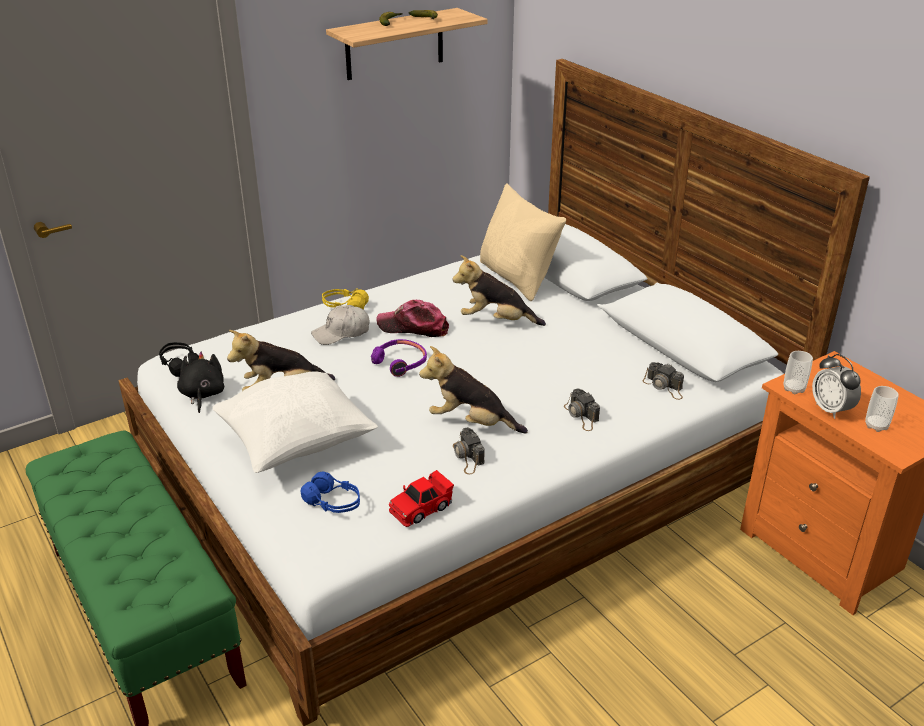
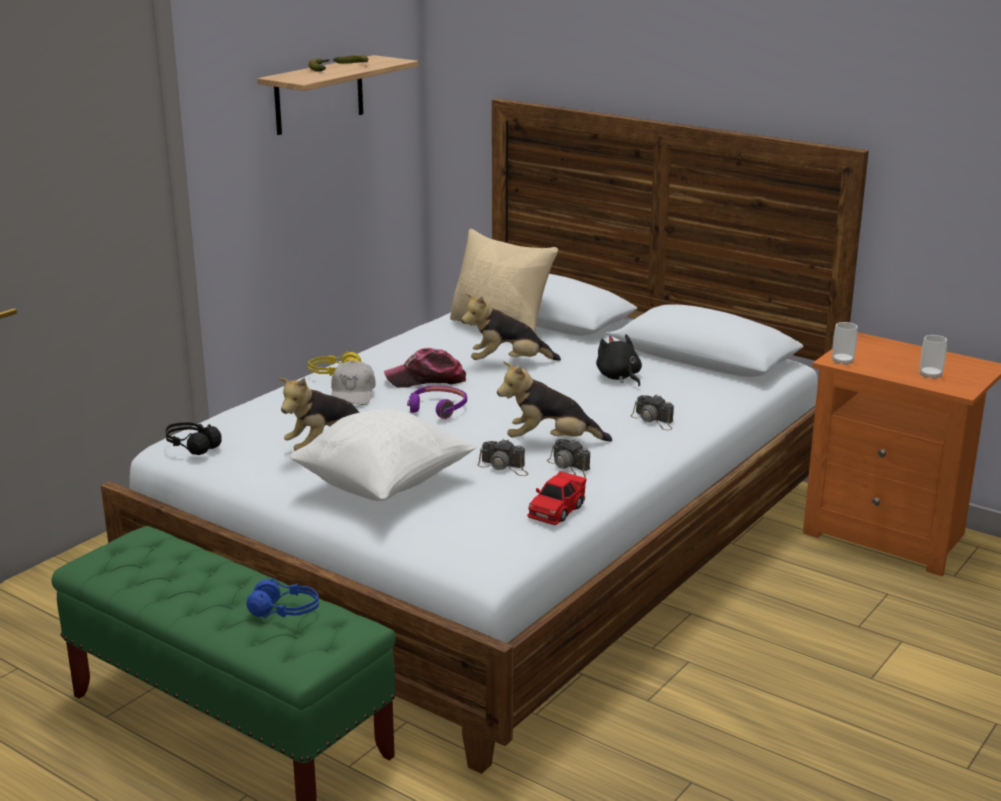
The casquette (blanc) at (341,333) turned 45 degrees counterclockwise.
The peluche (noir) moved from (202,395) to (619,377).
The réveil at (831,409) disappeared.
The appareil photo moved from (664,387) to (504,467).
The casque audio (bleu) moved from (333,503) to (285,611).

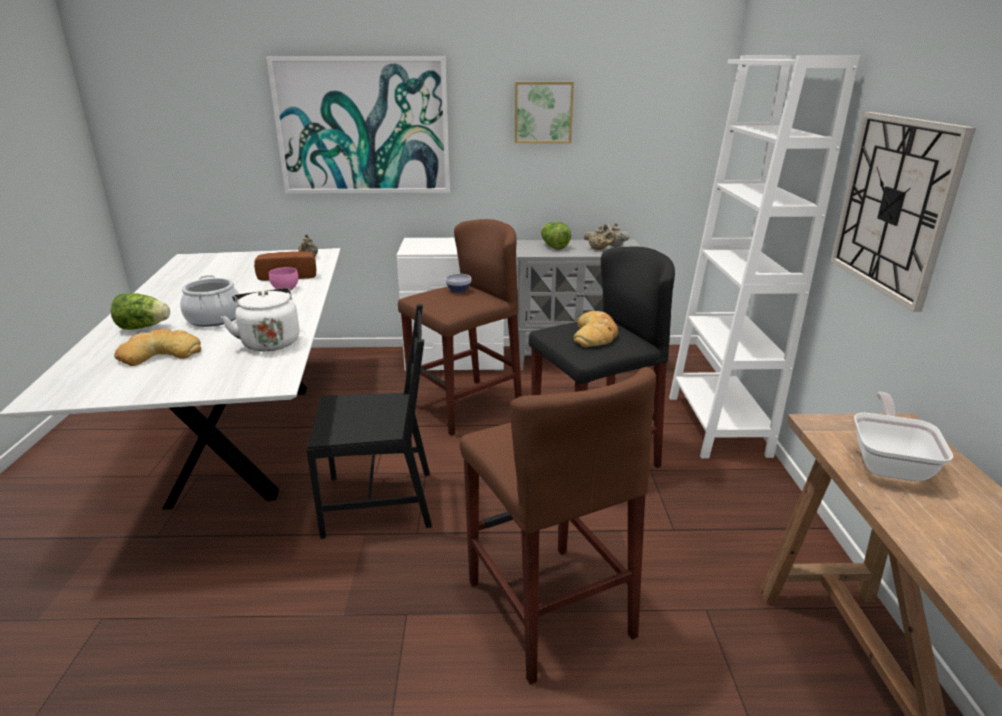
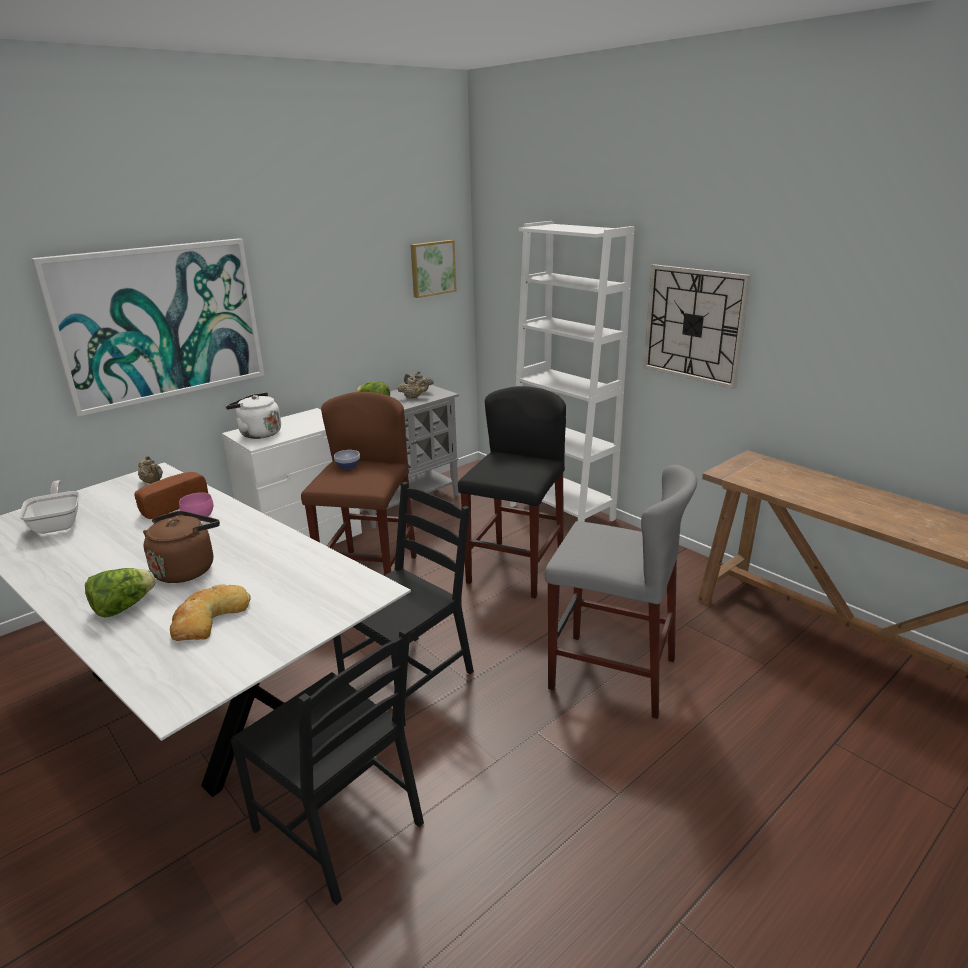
The tableau moved from (543,112) to (432,268).
The marmite at (214,318) was replaced by the bouilloire (marron) at (187,569).
The bouilloire (blanc) moved from (269,342) to (258,433).
The pain at (595,335) disappeared.
The tabouret (marron) at (548,608) became the tabouret (gris) at (612,674).
The poêle moved from (889,463) to (58,523).
The chaise (noir) at (341,825) appeared.

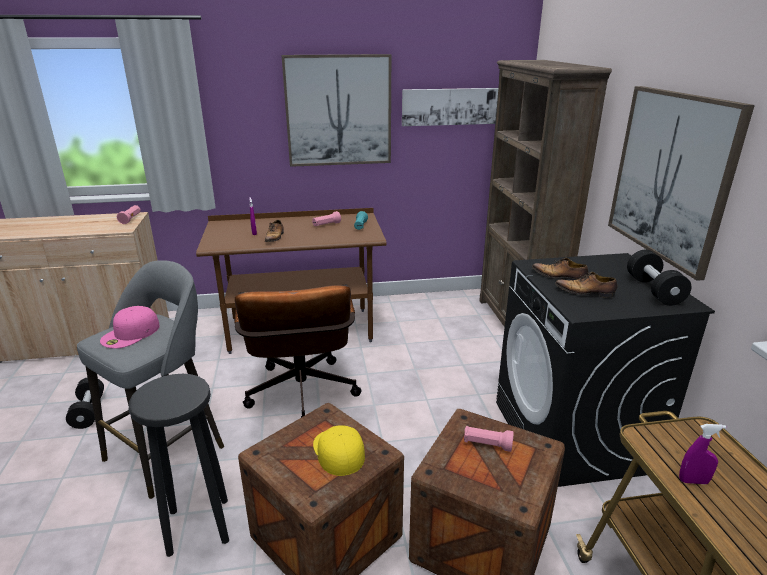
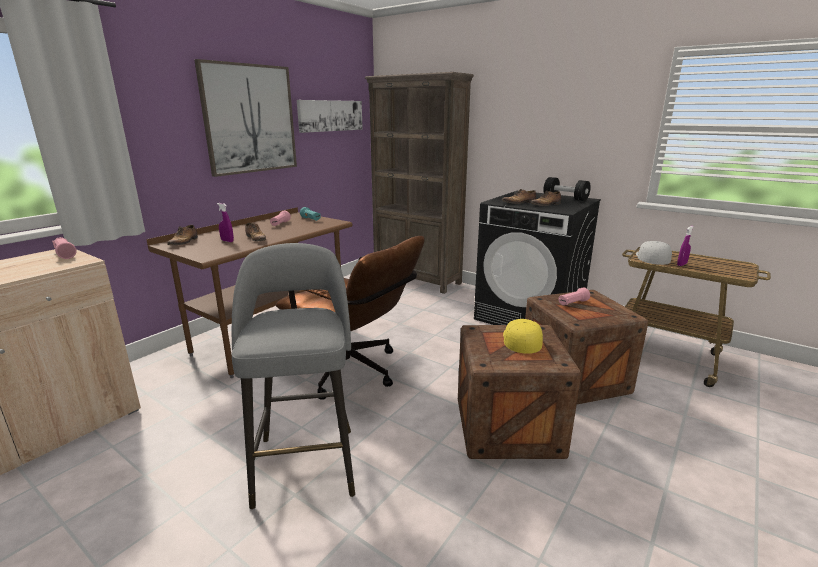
The tableau at (670,176) disappeared.
The casquette (rose) at (131,333) disappeared.
The tabouret (noir) at (198,526) disappeared.
The haltère (noir) at (88,412) disappeared.
The casquette (jaune) at (338,450) turned 75 degrees clockwise.
The chaussure at (184,242) appeared.
The casquette (blanc) at (652,257) appeared.

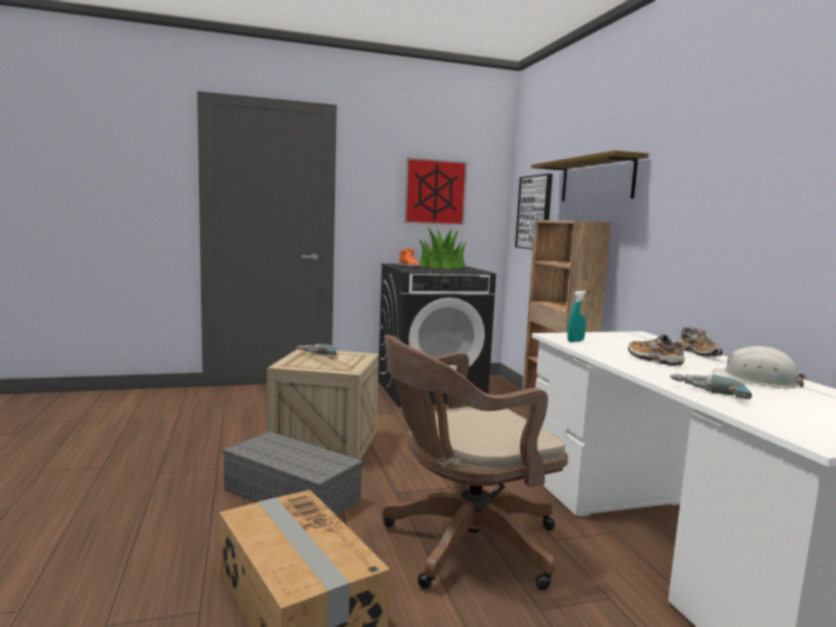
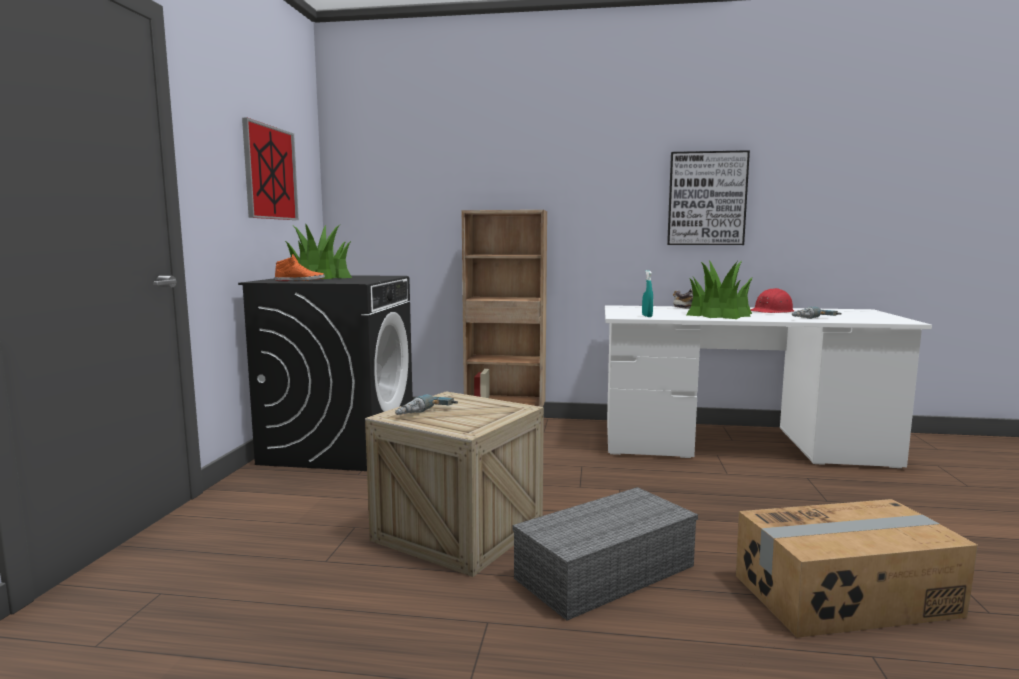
The étagère at (596,180) disappeared.
The tableau moved from (535,212) to (706,199).
The chaussure at (654,361) was replaced by the plante en pot at (719,314).
The chaise de bureau (marron) at (463,544) disappeared.
The casque de chantier (blanc) at (755,380) became the casque de chantier (rouge) at (772,311).

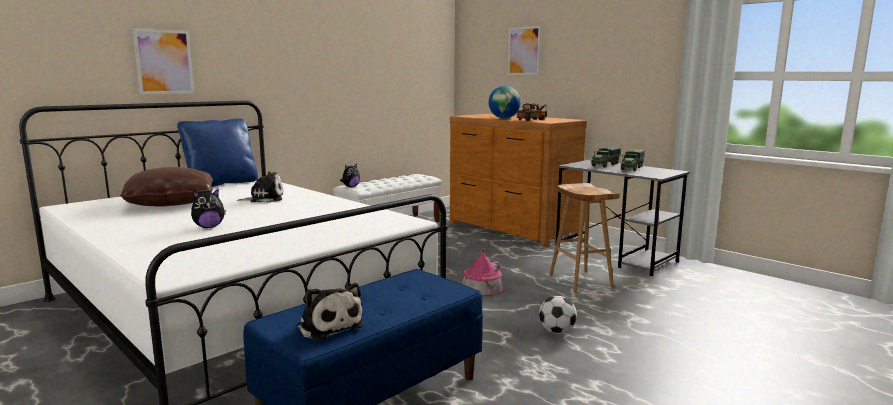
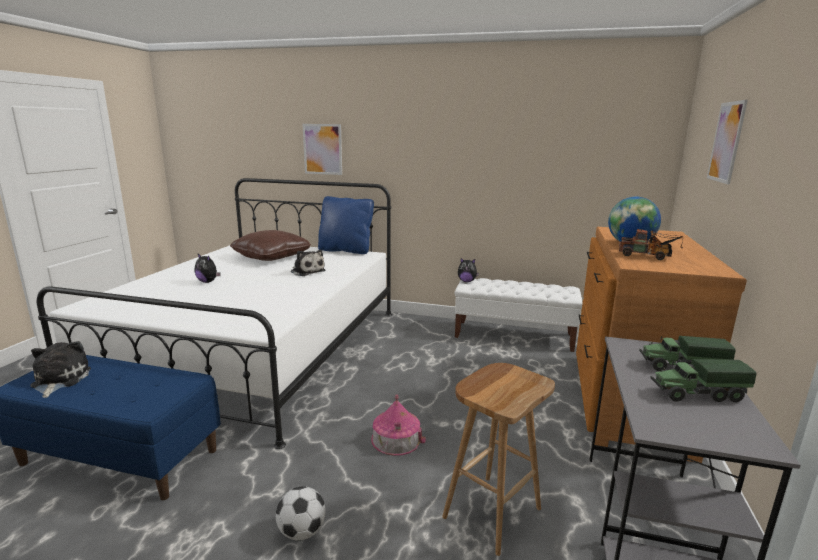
The peluche at (329,325) turned 150 degrees clockwise.

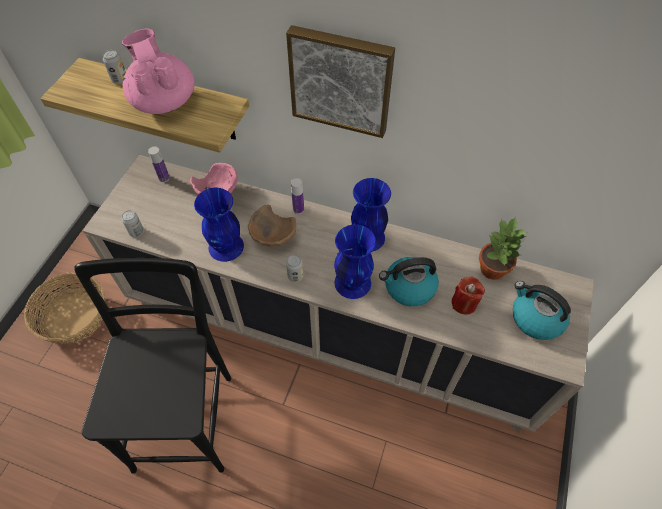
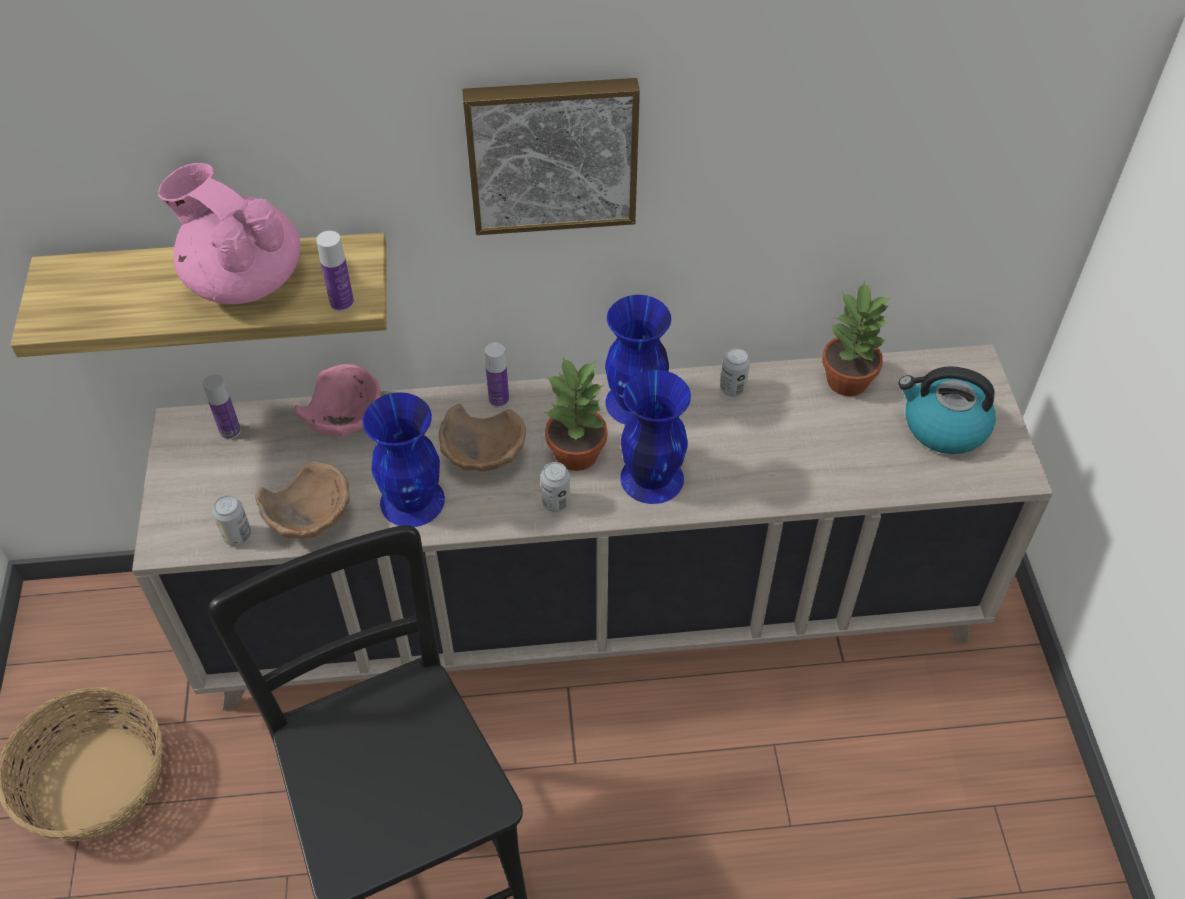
The boîte métallique moved from (120,80) to (732,388).
The bouilloire at (408,288) disappeared.
The bougie (rouge) at (464,303) disappeared.
The bouteille at (342,303) appeared.
The plante en pot at (577,452) appeared.
The bol (marron) at (310,521) appeared.

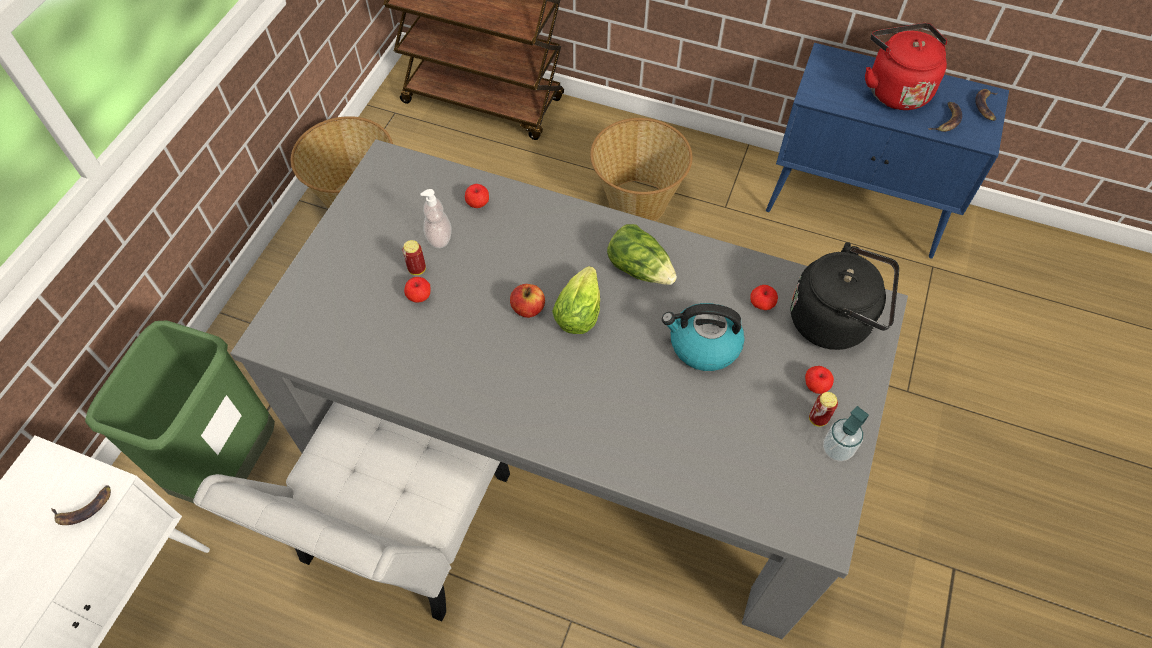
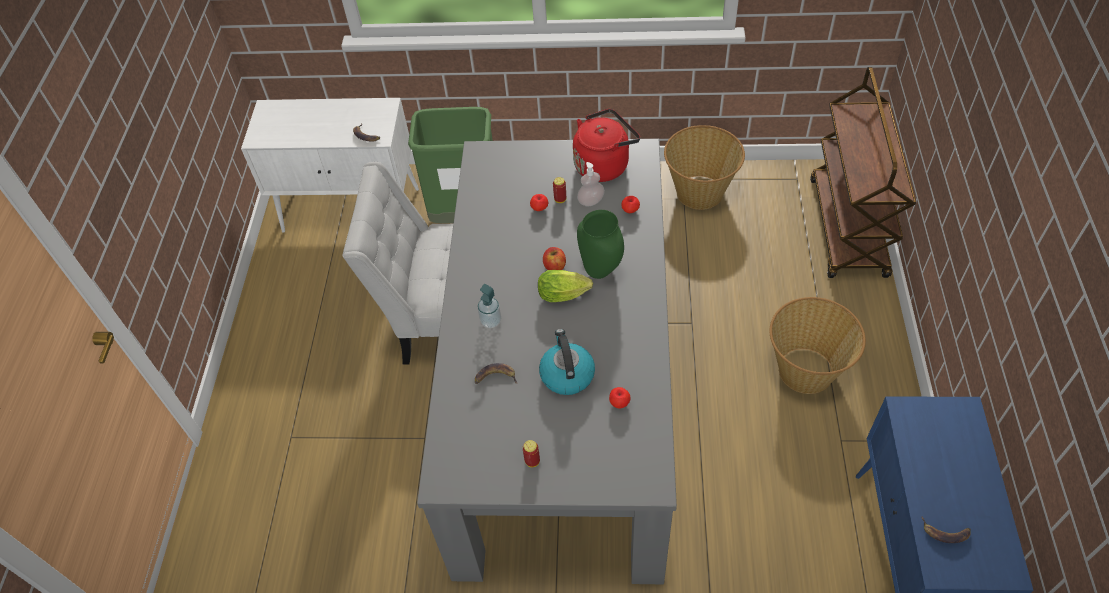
The bouilloire (rouge) moved from (895,89) to (604,164).
The banane moved from (986,107) to (495,377).
The laitue at (640,268) disappeared.
The bouilloire (noir) at (835,320) disappeared.
The pomme at (815,386) disappeared.
The distributeur de savon moved from (837,449) to (491,321).
The vase (vert) at (601,271) appeared.

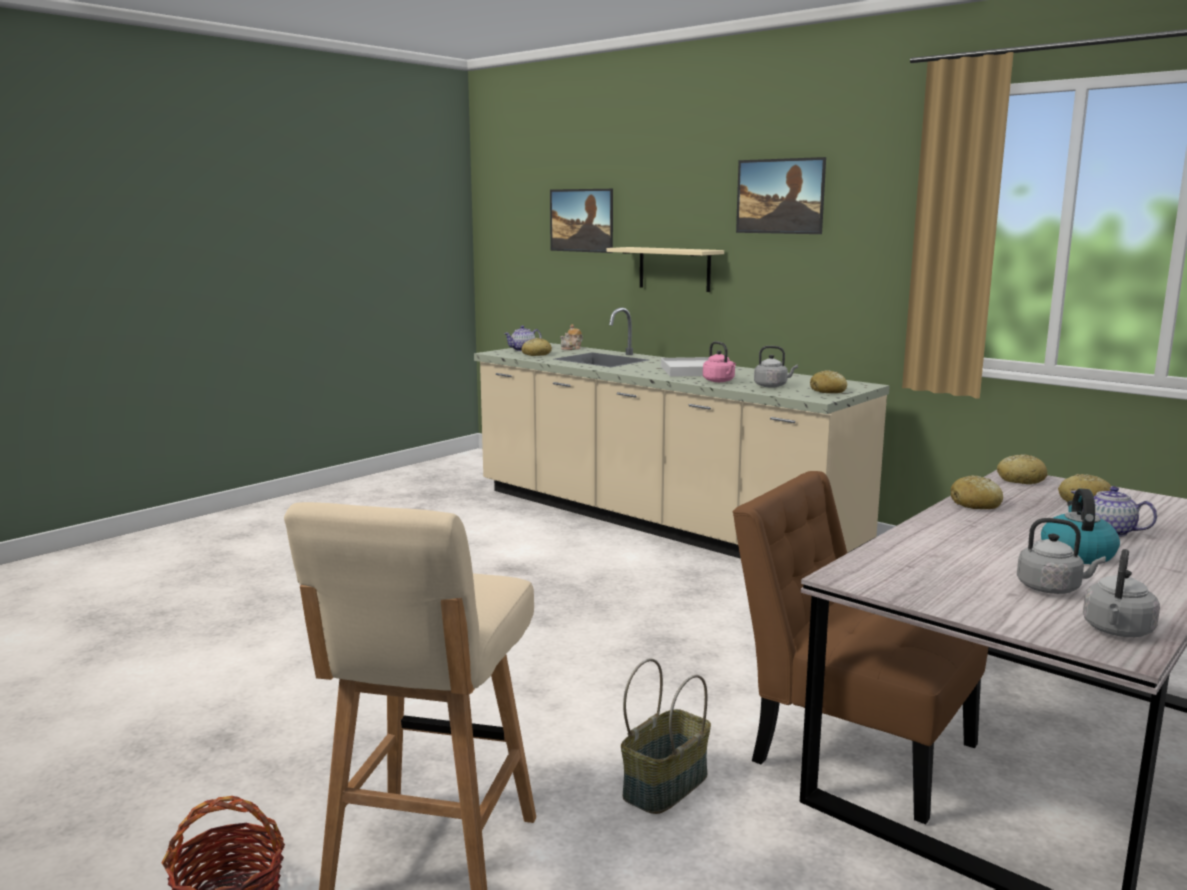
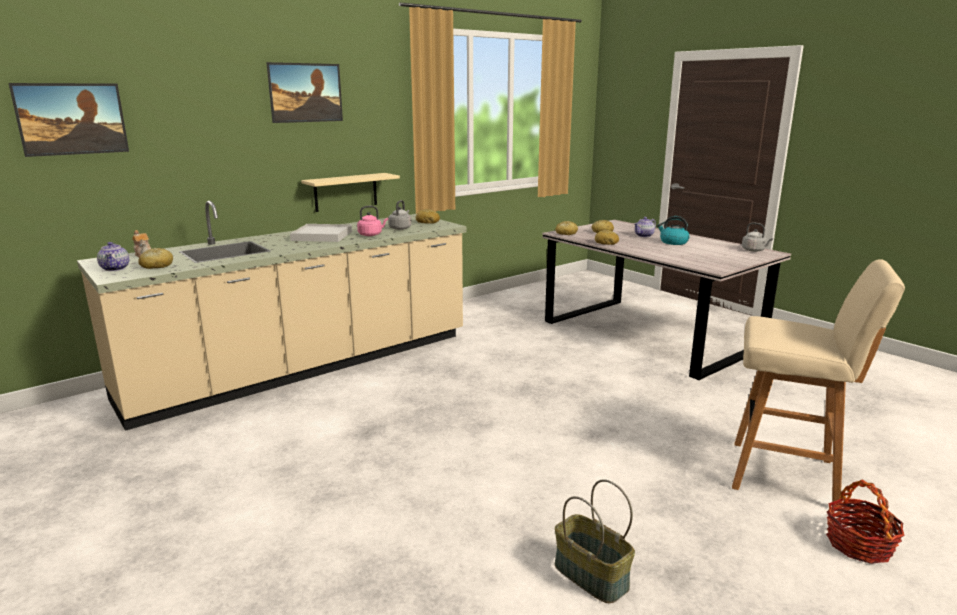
The étagère (beige) moved from (674,269) to (345,192).
The chaise (marron) at (852,748) disappeared.
The bouilloire (gris) at (1052,588) disappeared.
The panier moved from (664,785) to (589,576).

